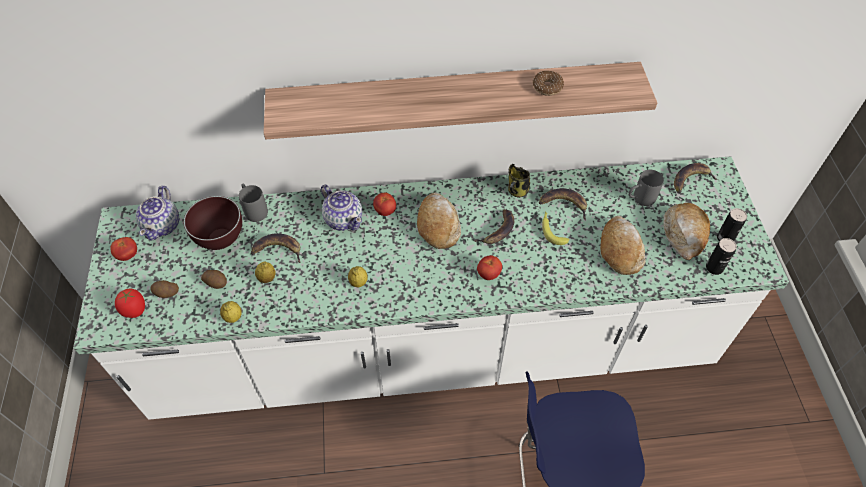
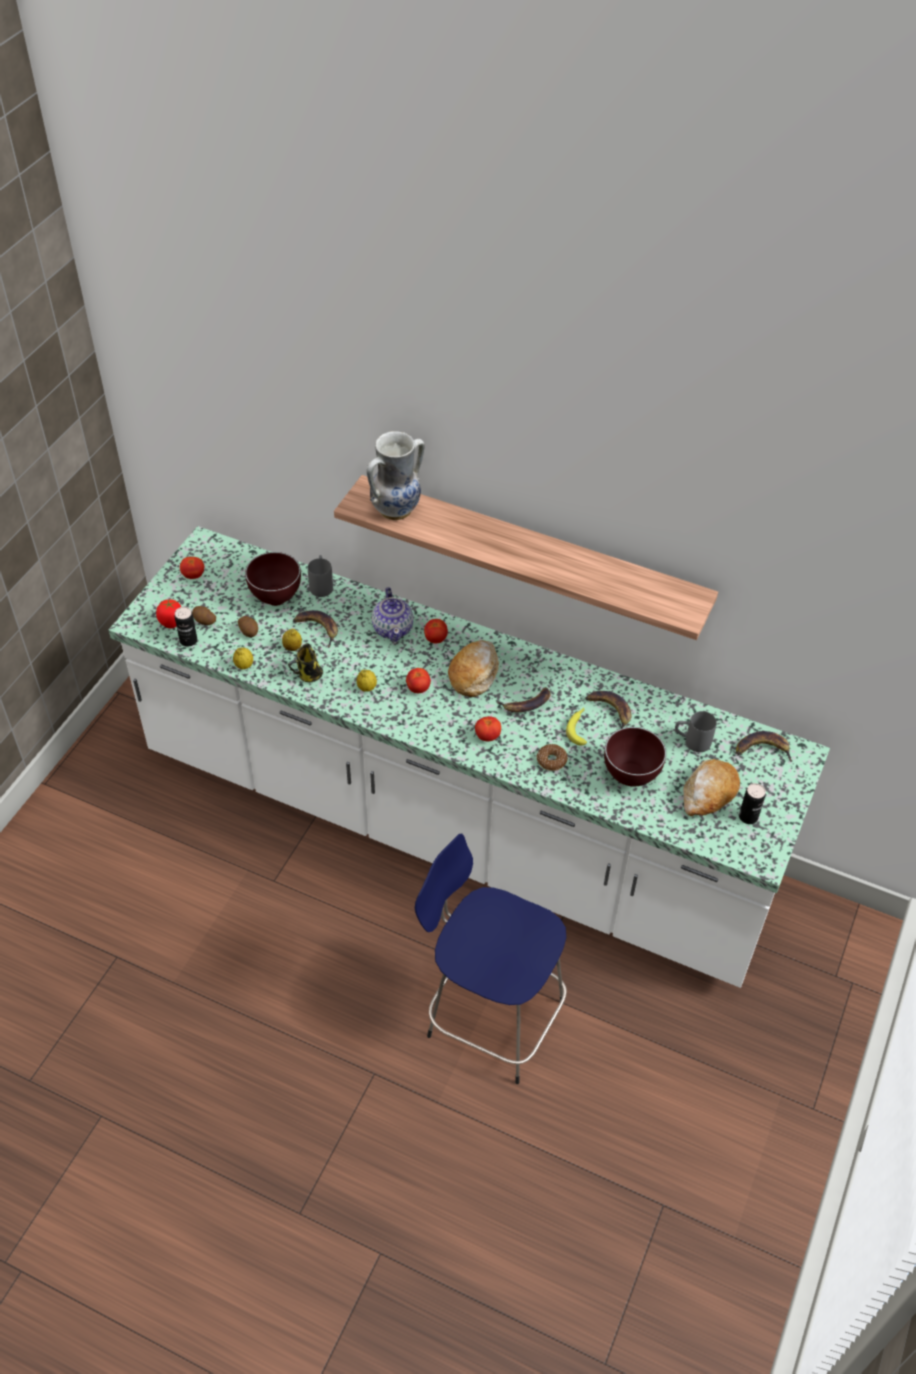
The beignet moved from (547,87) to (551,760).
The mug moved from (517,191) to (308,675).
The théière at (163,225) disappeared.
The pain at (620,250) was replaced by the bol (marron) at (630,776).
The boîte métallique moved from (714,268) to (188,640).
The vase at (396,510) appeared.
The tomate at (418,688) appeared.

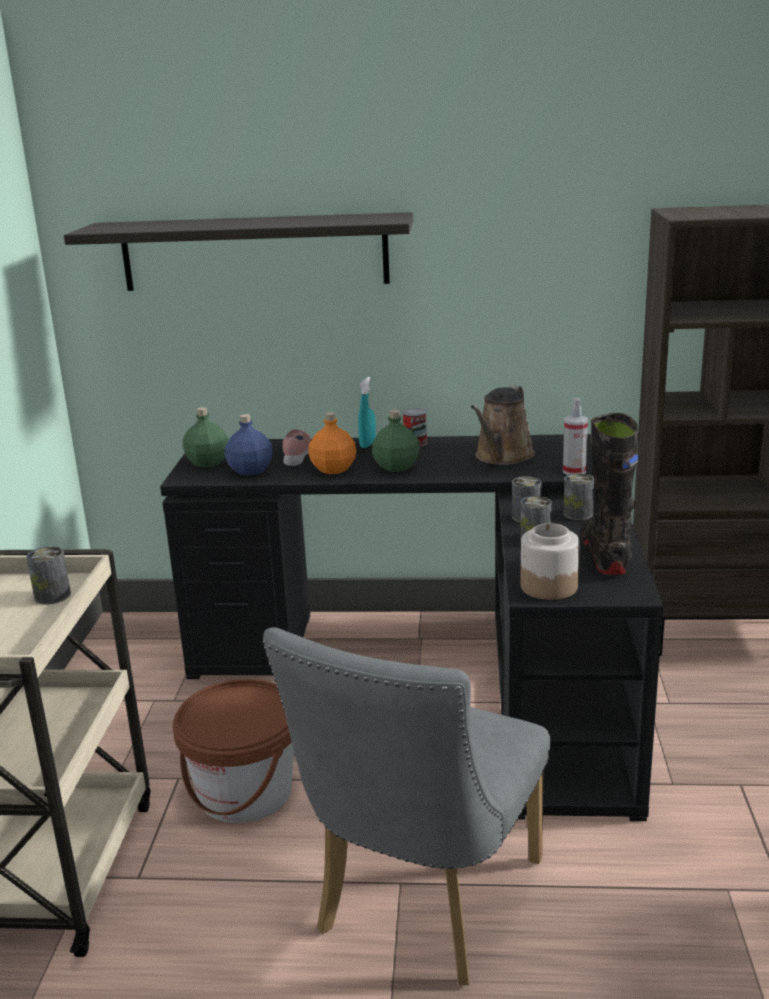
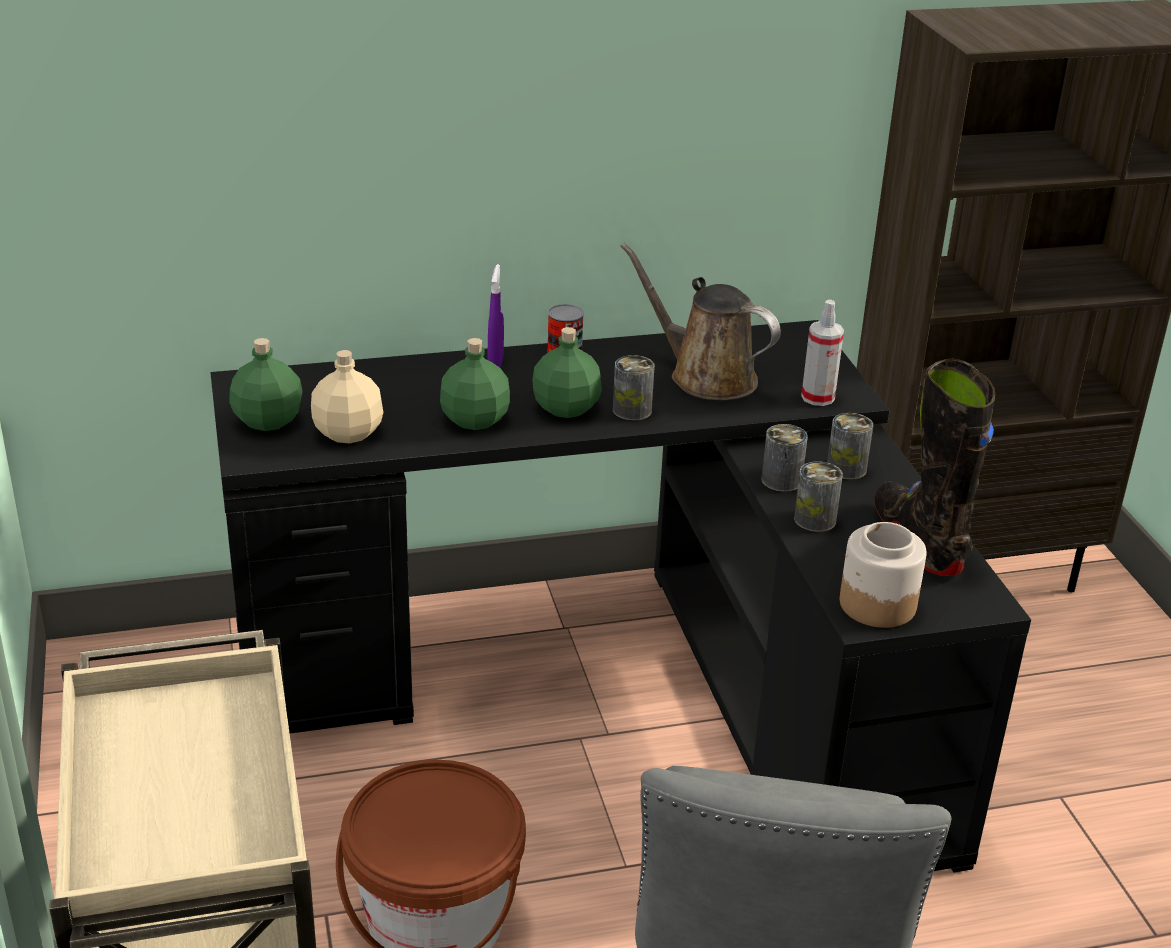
The étagère at (254,252) disappeared.
The vaporisateur (turquoise) at (367,444) became the vaporisateur (violet) at (495,364).
The arrosoir (marron) at (502,457) turned 120 degrees clockwise.
The bouteille (orange) at (334,469) became the bouteille (vert) at (476,420).
The bouteille (bleu) at (250,471) became the bouteille (beige) at (347,433).
The chaussure (rose) at (298,456) disappeared.
The boîte métallique moved from (52,596) to (632,410).

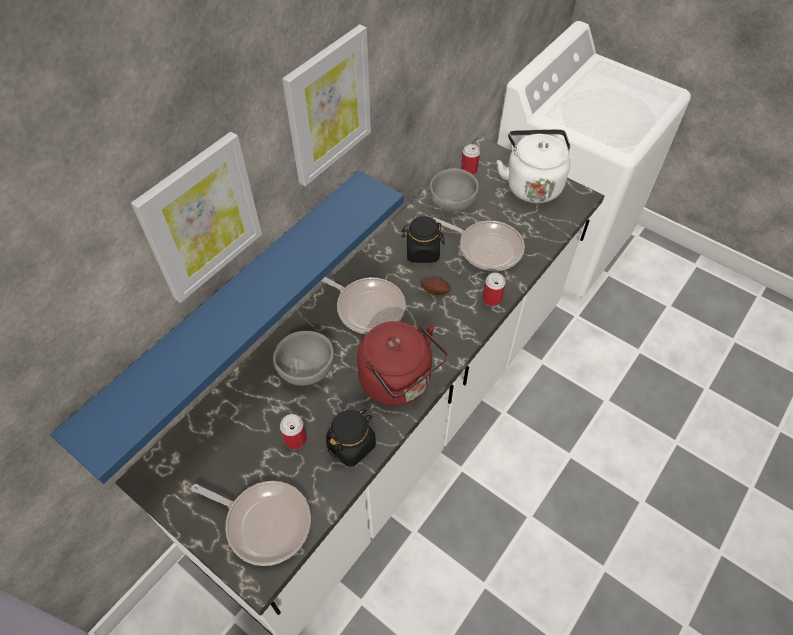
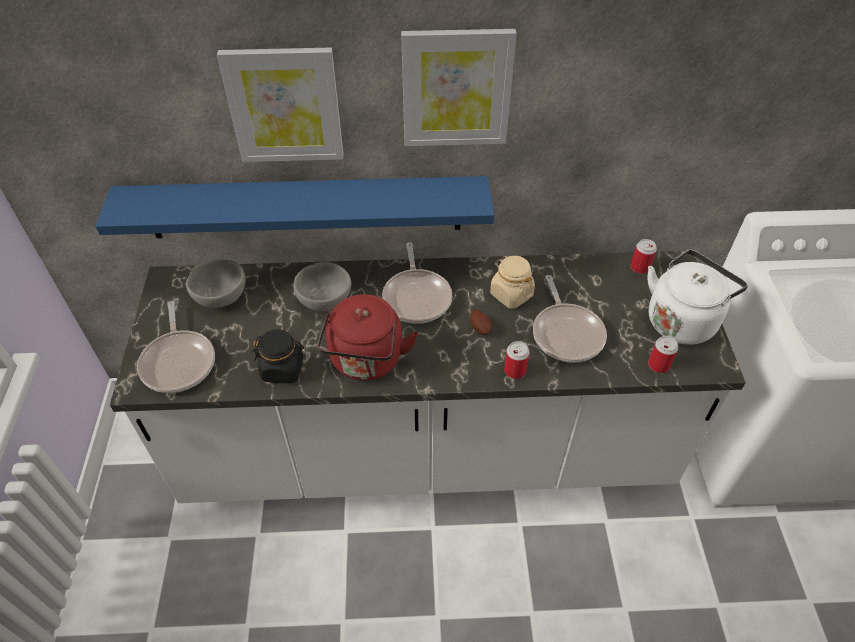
The bol (gris) moved from (453,202) to (221,297).
The bocal (noir) at (422,252) became the bocal (beige) at (511,294).
The boîte métallique moved from (295,439) to (658,365).

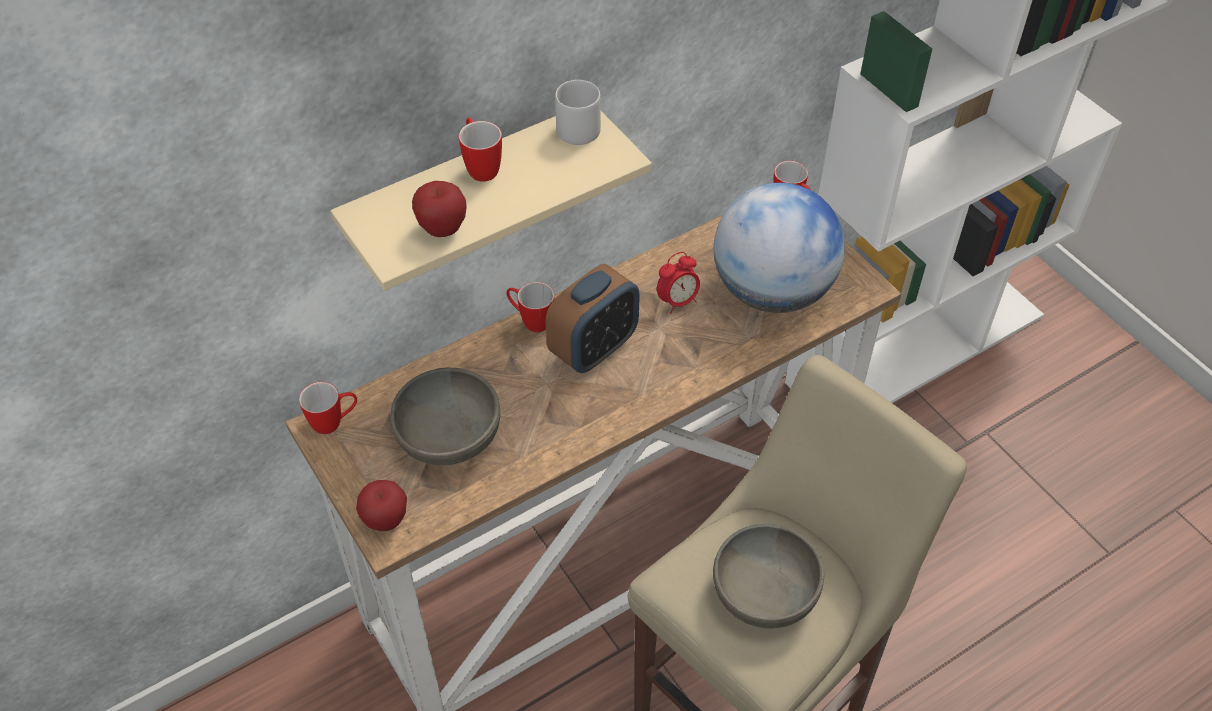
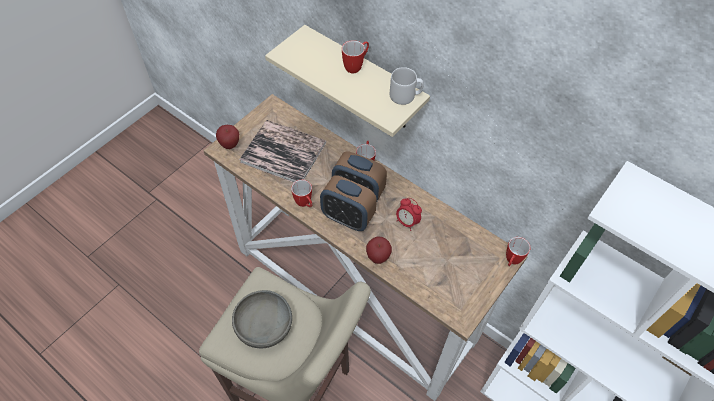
The pomme moved from (442,229) to (378,257).
The globe at (772,291) disappeared.
The bol (gris) at (449,435) was replaced by the livre at (283,152).
The mug moved from (334,422) to (305,204).
The réveil at (347,218) appeared.

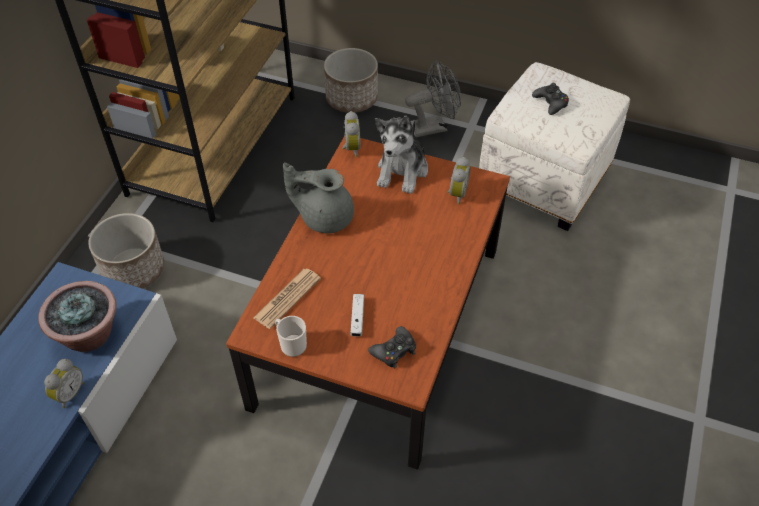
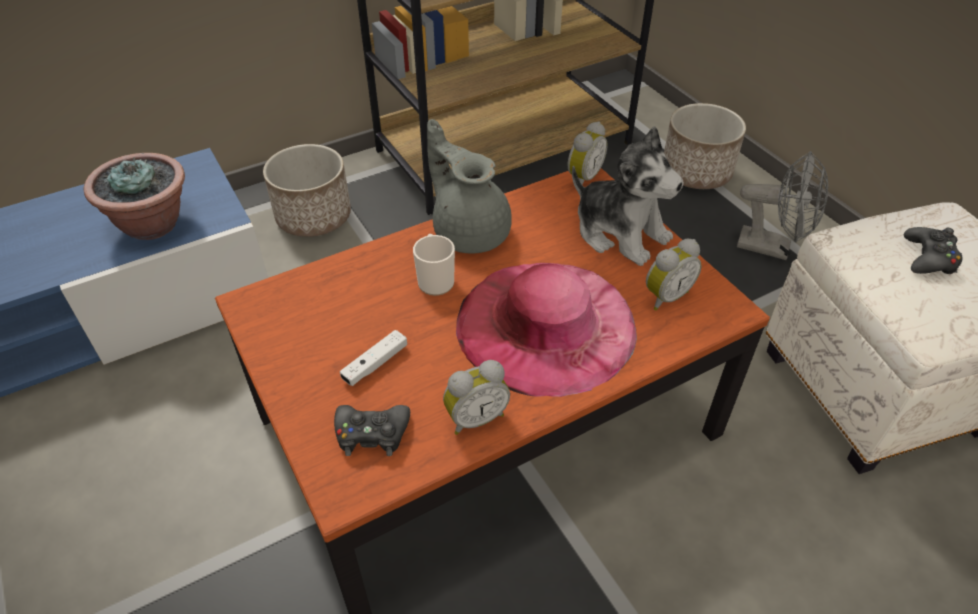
The peluche at (402,171) turned 105 degrees counterclockwise.
The journal at (287,298) disappeared.
The mug moved from (291,344) to (435,280).
The réveil moved from (69,393) to (475,417).
The chapeau (rose) at (546,325) appeared.

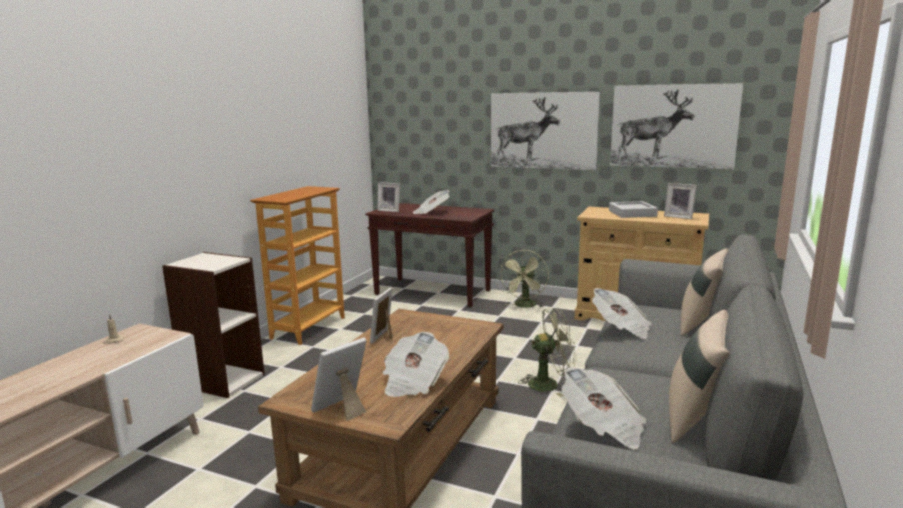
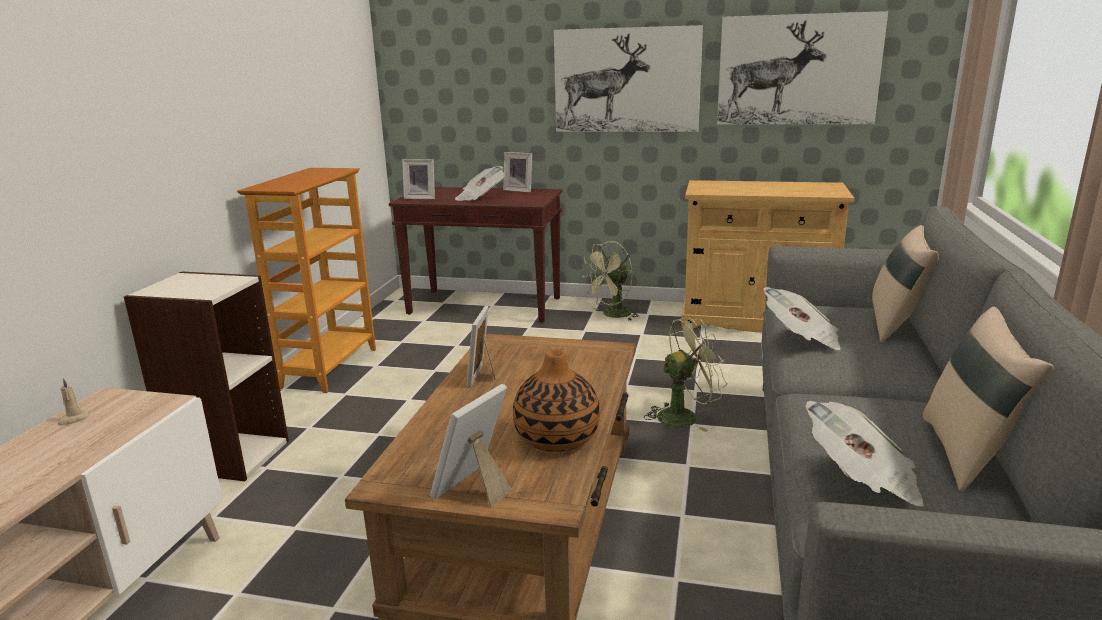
The cadre photo moved from (679,217) to (519,190).
The plateau (gris) at (632,213) disappeared.
The ventilateur (vert) at (525,306) turned 45 degrees clockwise.
The journal at (413,382) was replaced by the vase at (557,438).

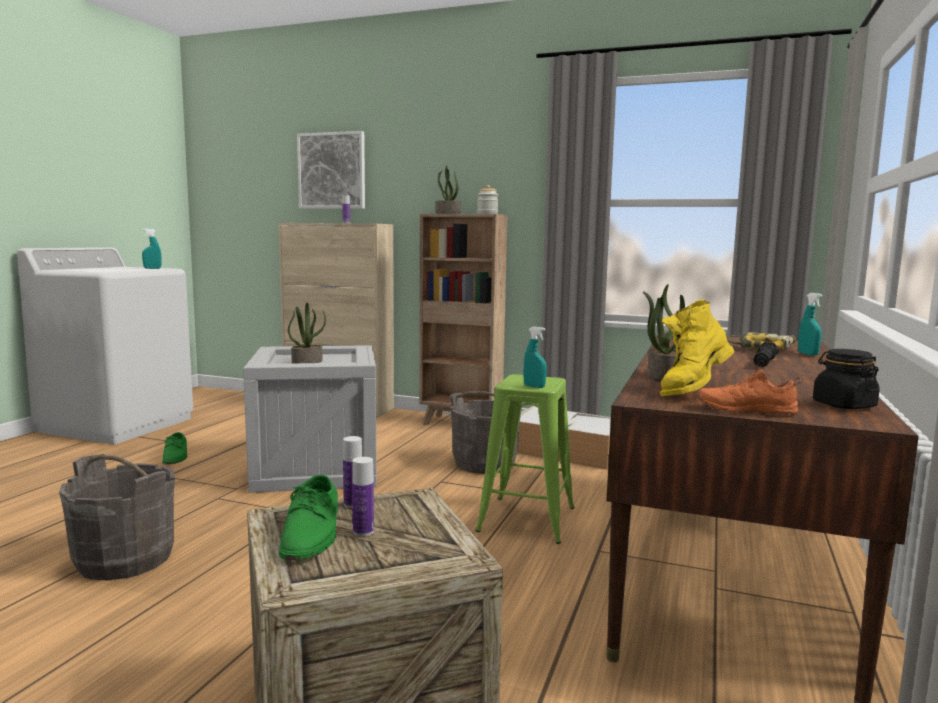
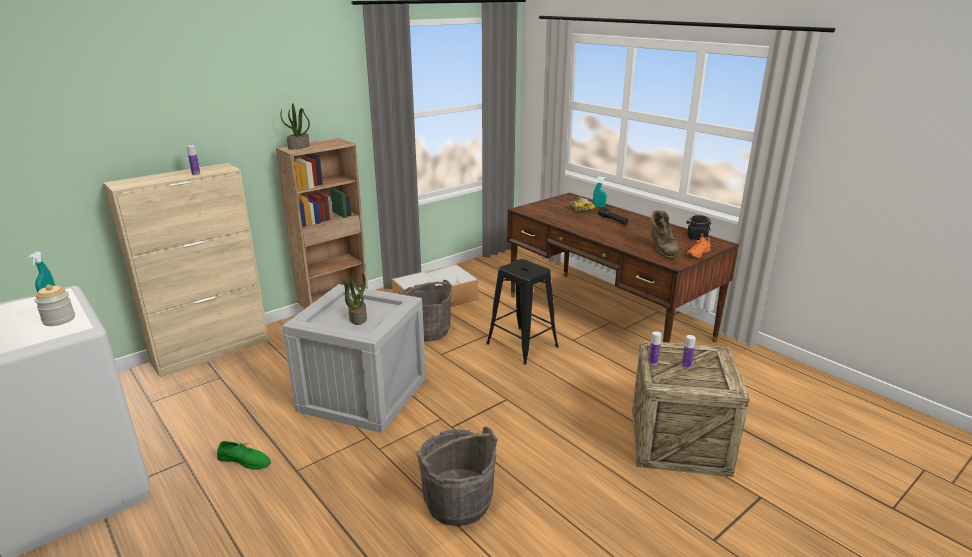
The tableau at (332,171) disappeared.
The bocal moved from (487,214) to (59,320).
The plante en pot at (662,375) disappeared.
The botte (jaune) at (692,391) became the botte (marron) at (662,251).
The vaporisateur (turquoise) at (534,386) disappeared.
The tabouret (vert) at (526,519) became the tabouret (noir) at (522,345).
The chaussure (vert) at (312,533) disappeared.

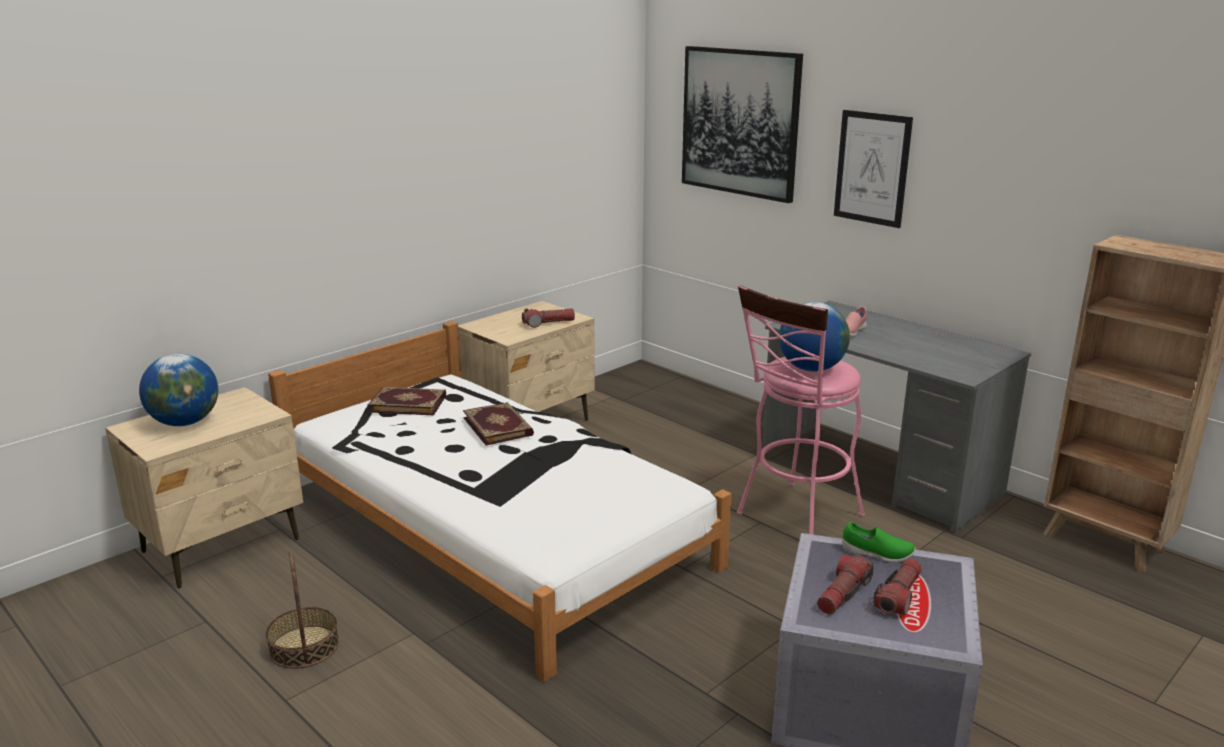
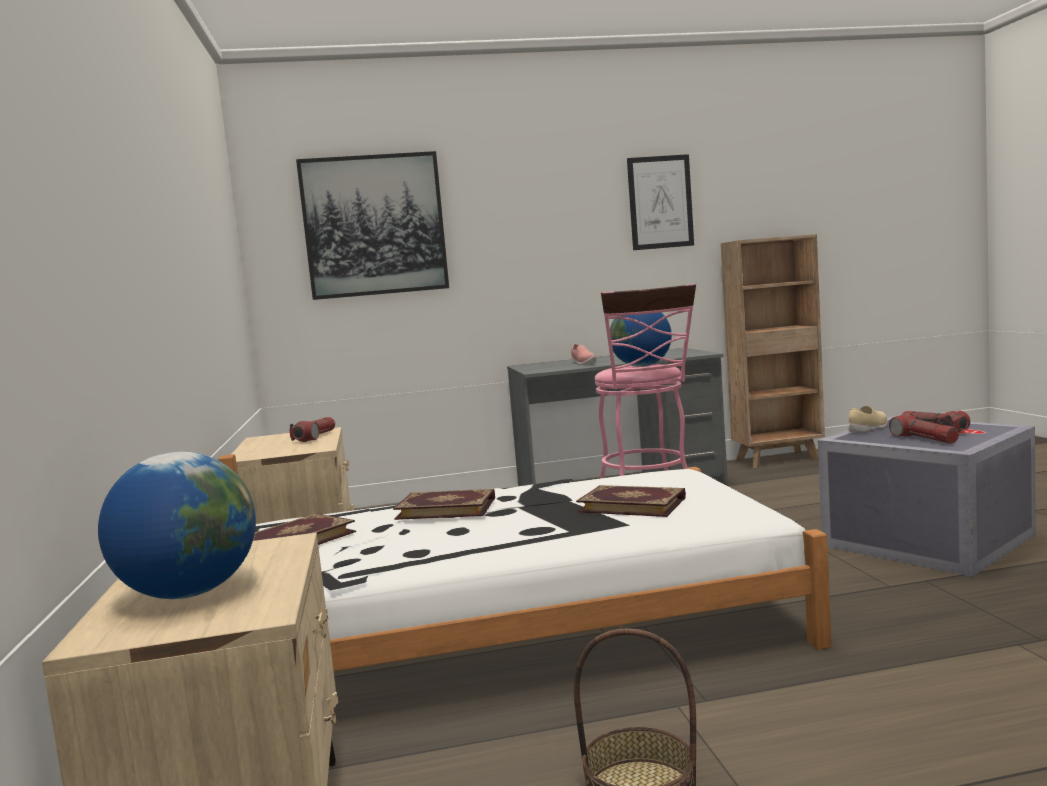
The tableau moved from (872,168) to (660,202).
The chaussure (vert) at (877,554) became the chaussure (beige) at (869,429).
The livre at (632,504) appeared.

